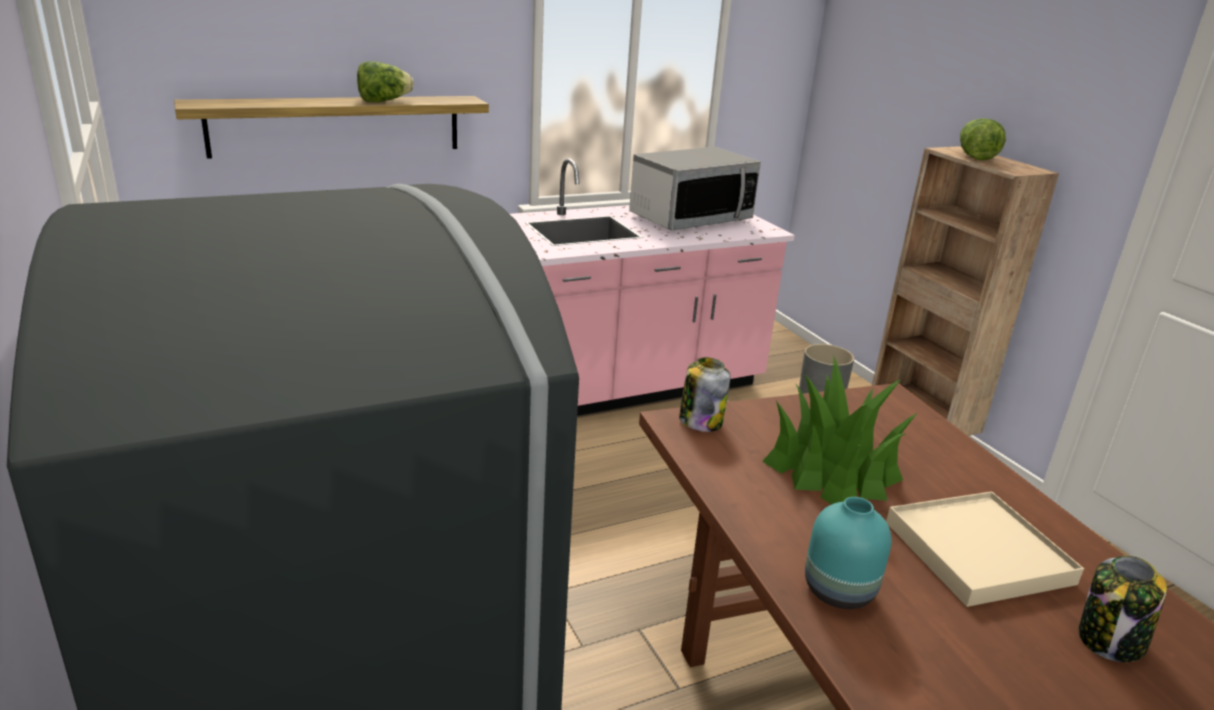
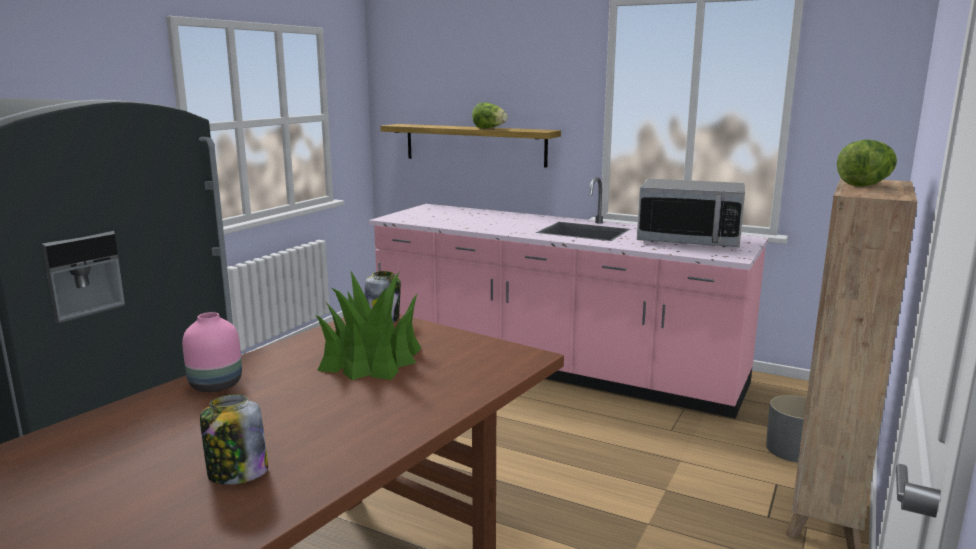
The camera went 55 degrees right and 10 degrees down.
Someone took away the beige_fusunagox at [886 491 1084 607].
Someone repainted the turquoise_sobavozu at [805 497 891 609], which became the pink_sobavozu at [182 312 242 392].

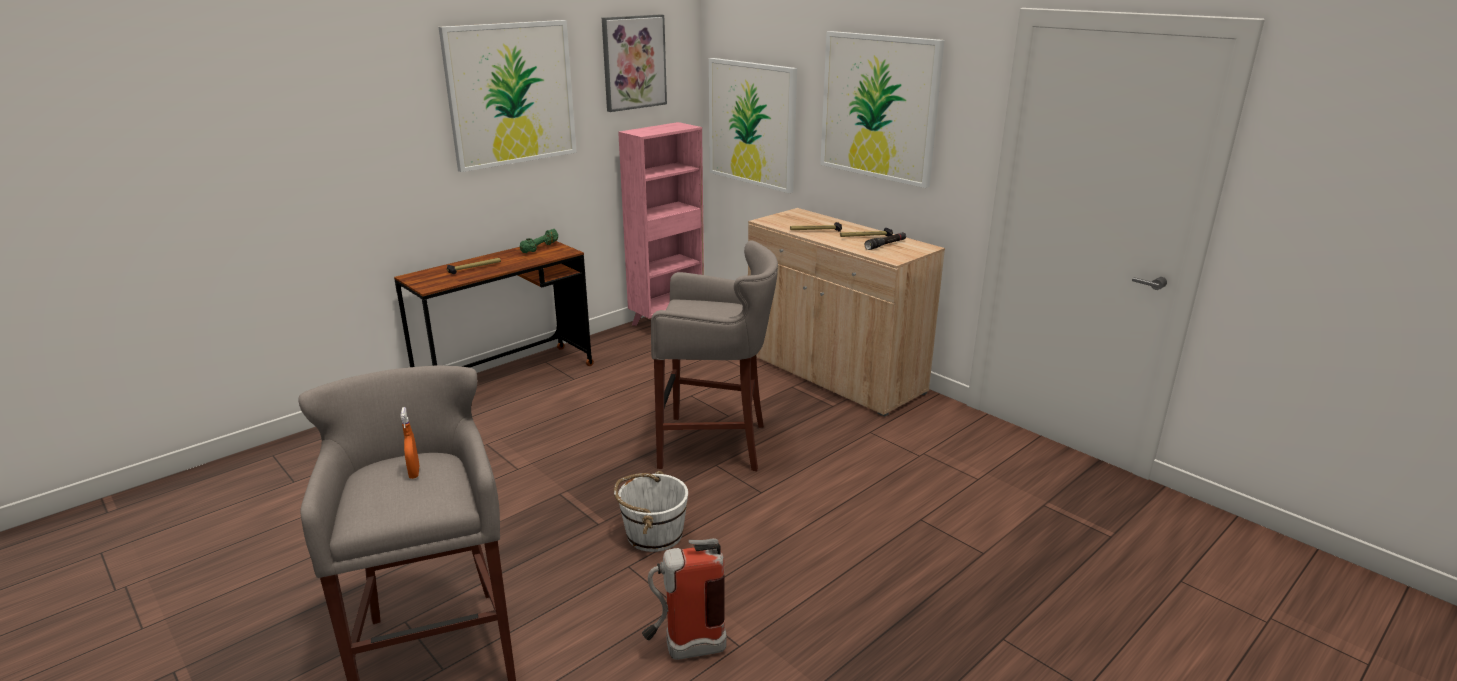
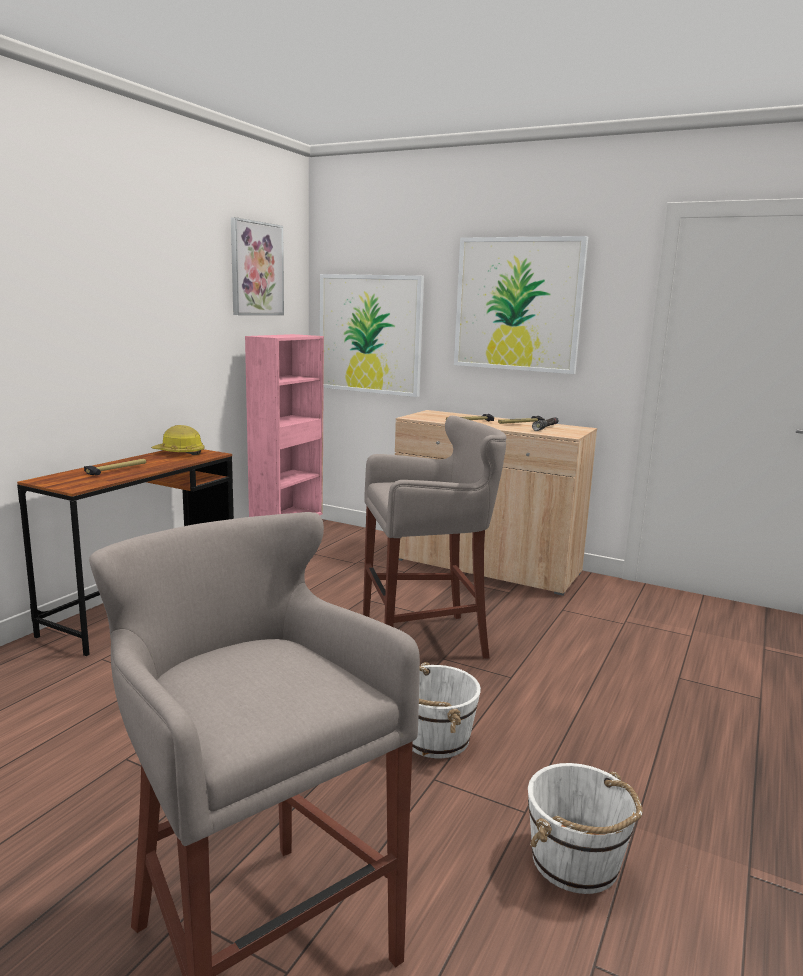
The camera went 20 degrees left and 10 degrees down.
Someone took away the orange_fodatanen at [401 407 420 479].
Someone took away the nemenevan at [439 20 577 172].
Someone swapped the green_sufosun at [520 229 558 253] for the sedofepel at [151 425 204 455].
Someone swapped the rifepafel at [642 538 726 660] for the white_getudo at [528 763 643 894].

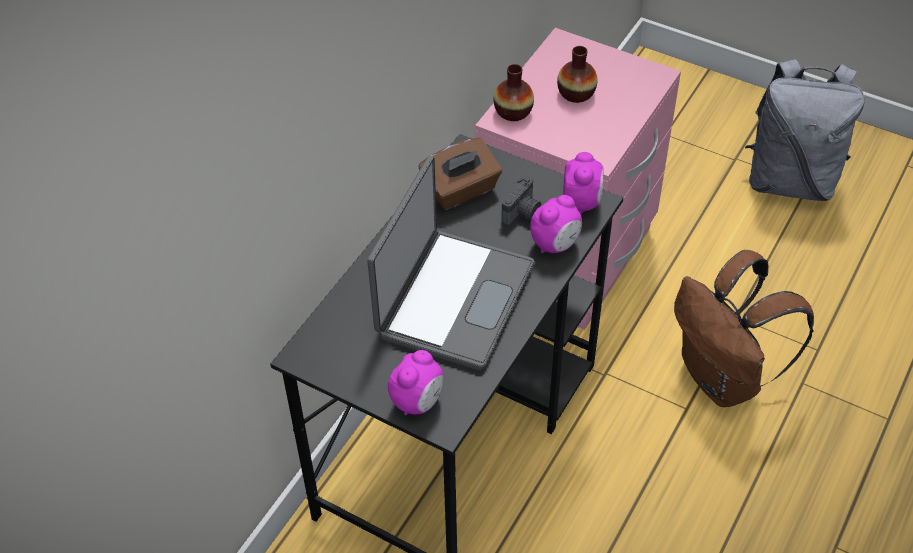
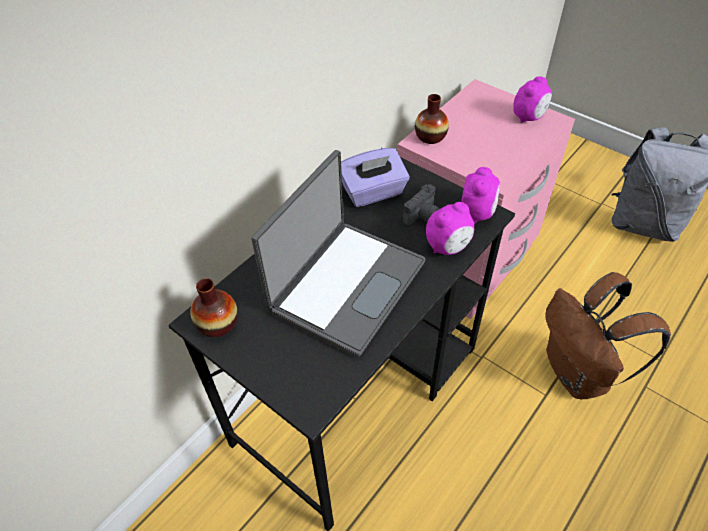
The camera went 10 degrees right and 0 degrees up.
Someone carried the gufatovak from [388 350 444 416] to [513 76 552 123].
Someone carried the sobavozu from [557 46 598 103] to [190 278 238 337].
Someone repainted the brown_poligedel at [419 138 502 210], which became the purple_poligedel at [341 148 410 207].

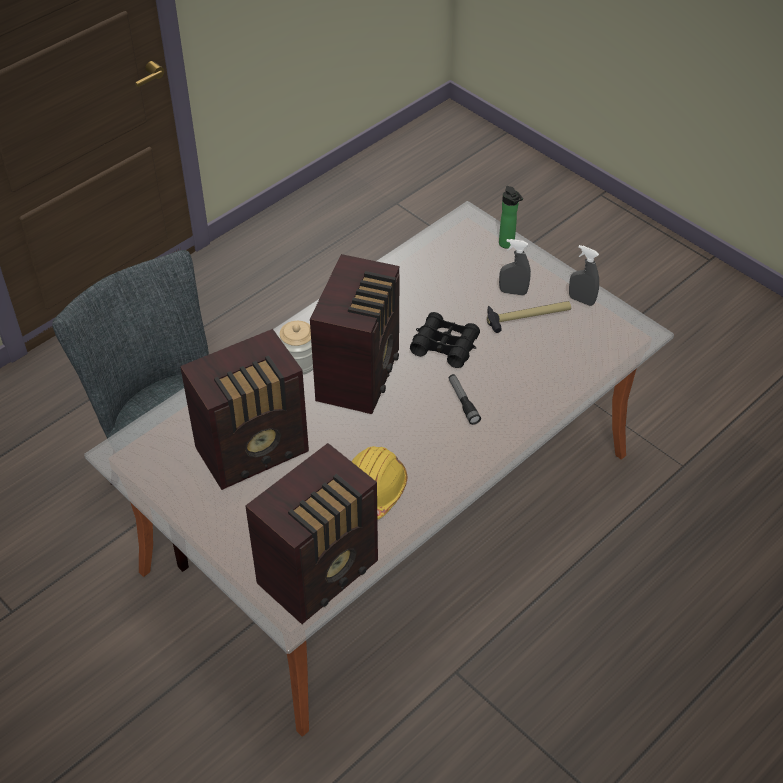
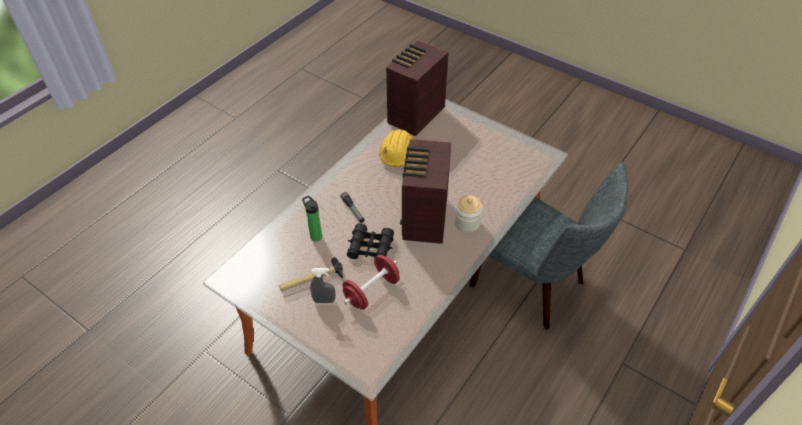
The camera went 170 degrees right and 0 degrees up.
Someone took away the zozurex at [180 329 309 490].
Someone took away the grey_fodatanen at [569 245 599 306].
Someone put down the red_sufosun at [343 255 400 310].
Someone carried the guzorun from [499 186 523 249] to [302 195 322 241].

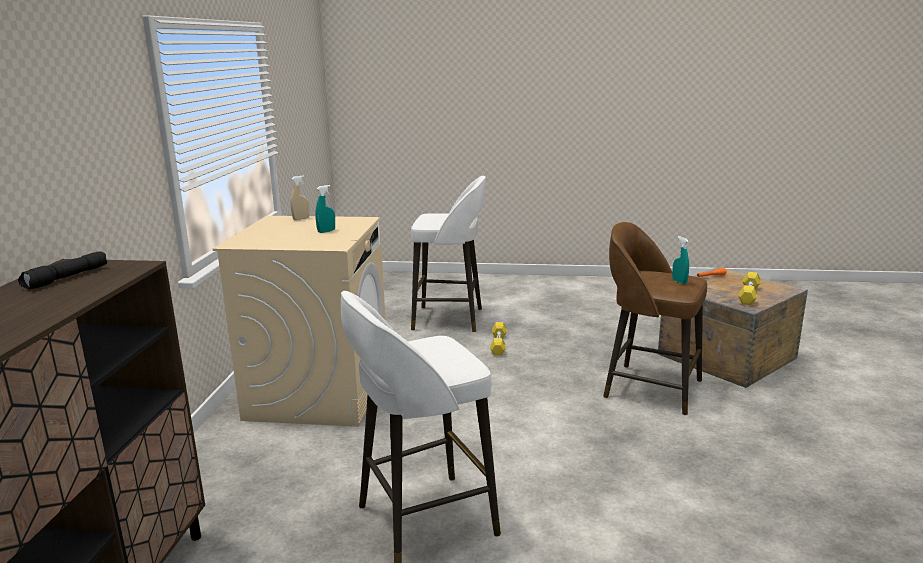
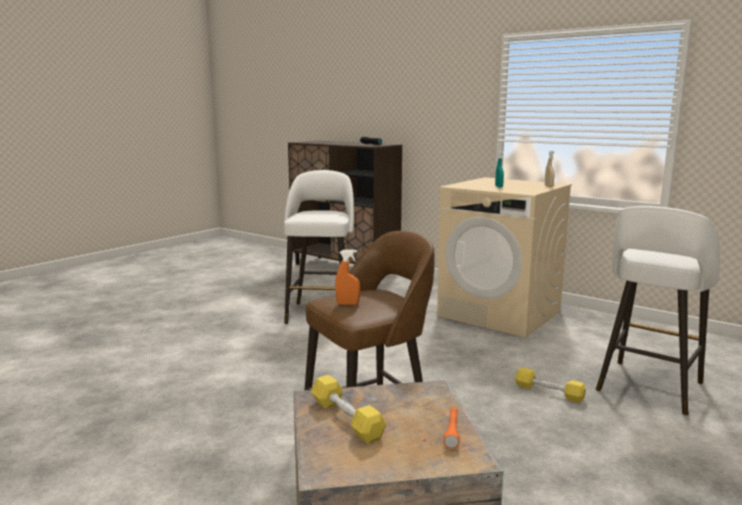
The camera went 120 degrees right and 5 degrees down.
Someone repainted the turquoise_fodatanen at [672 236 689 284], which became the orange_fodatanen at [335 250 360 305].

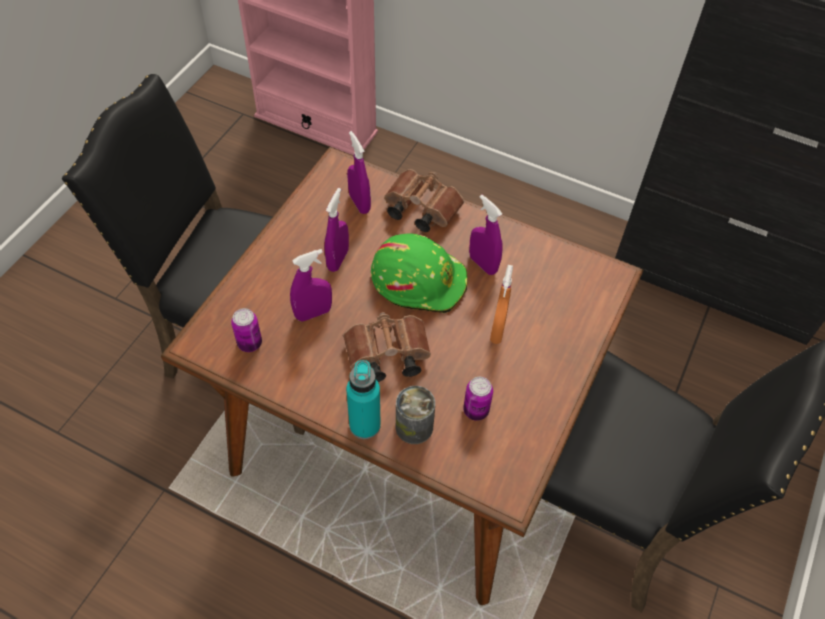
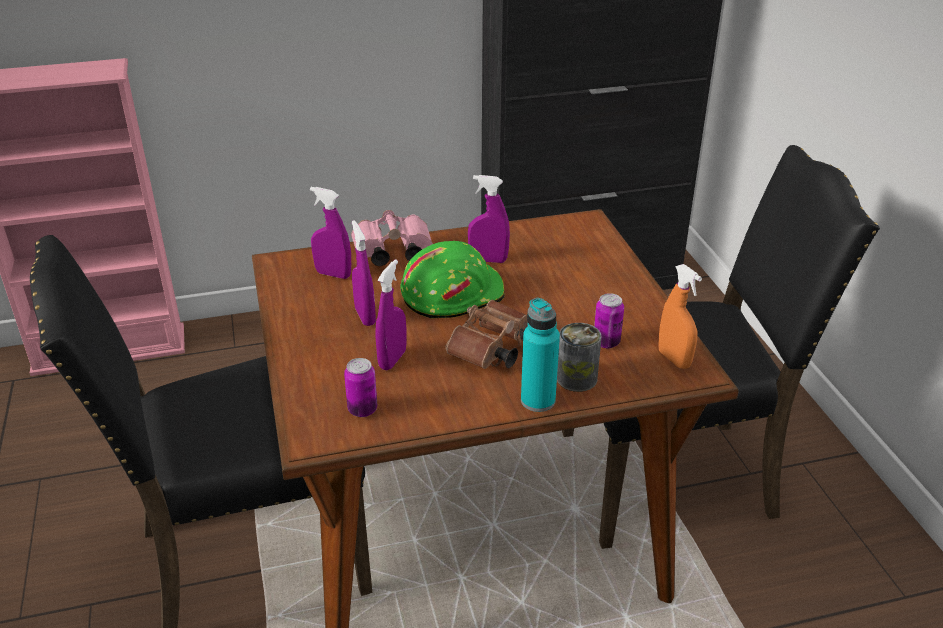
The camera went 40 degrees left and 20 degrees down.
Someone carried the orange_fodatanen from [490 265 513 344] to [658 264 702 369].
Someone repainted the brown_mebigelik at [384 169 464 232], which became the pink_mebigelik at [351 210 433 266].

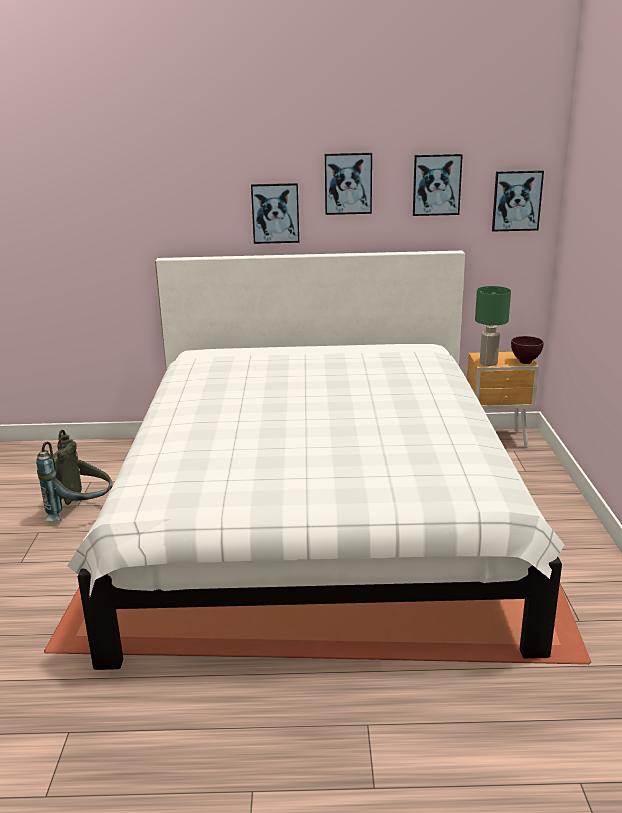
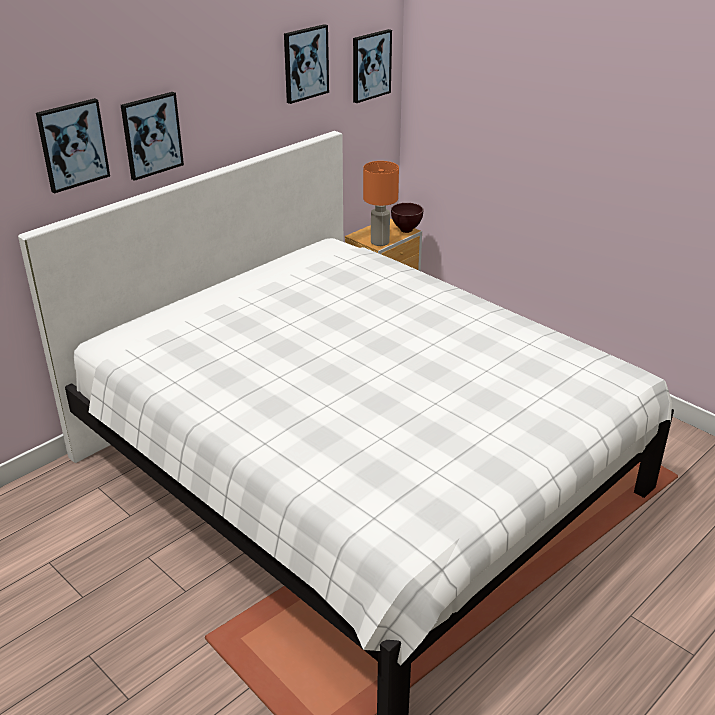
The camera went 45 degrees left and 10 degrees up.
Someone took away the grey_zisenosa at [36 430 112 521].
Someone carried the nemenevan from [325 153 372 215] to [36 98 110 193].
Someone repainted the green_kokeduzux at [475 286 511 366], which became the orange_kokeduzux at [363 161 399 246].

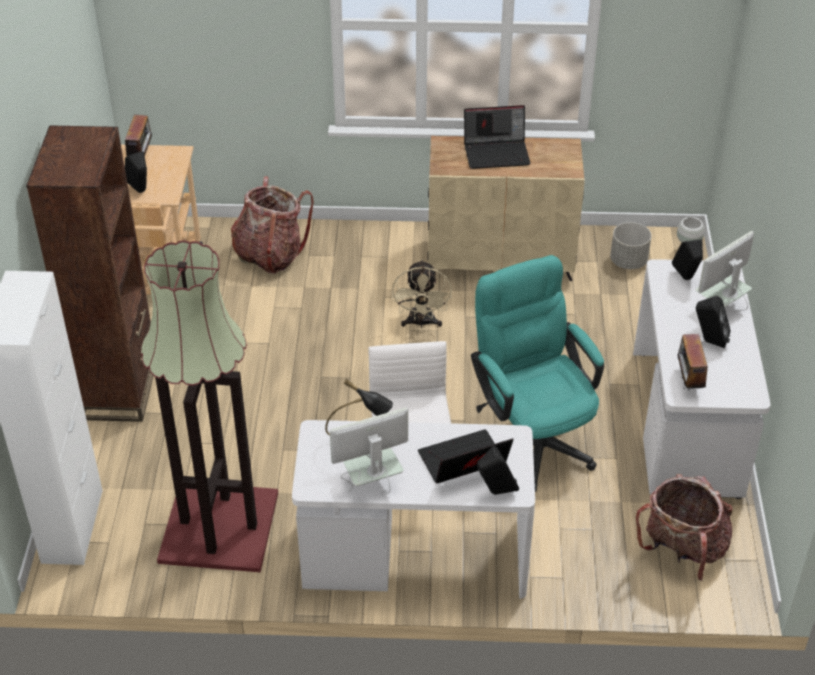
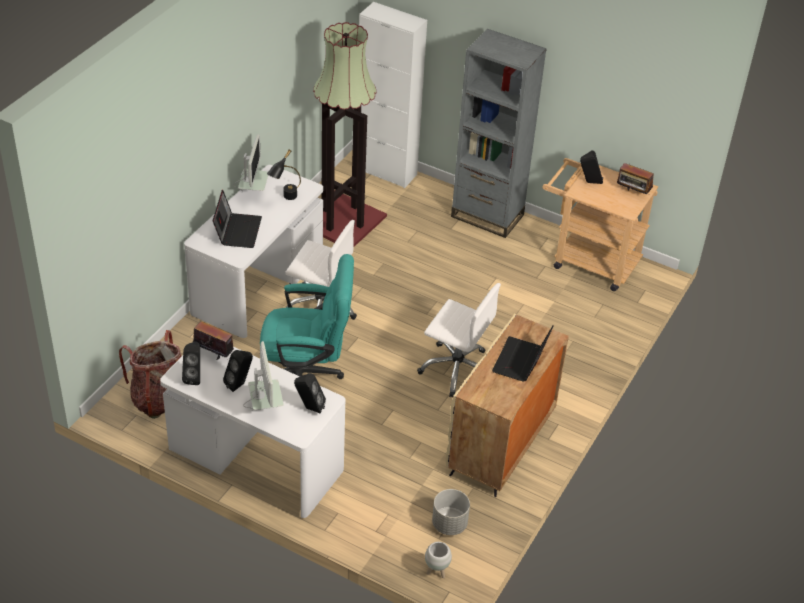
The camera went 115 degrees right and 0 degrees up.
Someone took away the zisenosa at [231 176 314 274].
Someone carried the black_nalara from [477 446 519 495] to [182 341 200 385].
Someone swapped the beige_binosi at [392 259 452 329] for the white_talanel at [417 283 501 397].
Someone repainted the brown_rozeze at [26 125 153 422], which became the grey_rozeze at [451 29 547 238].

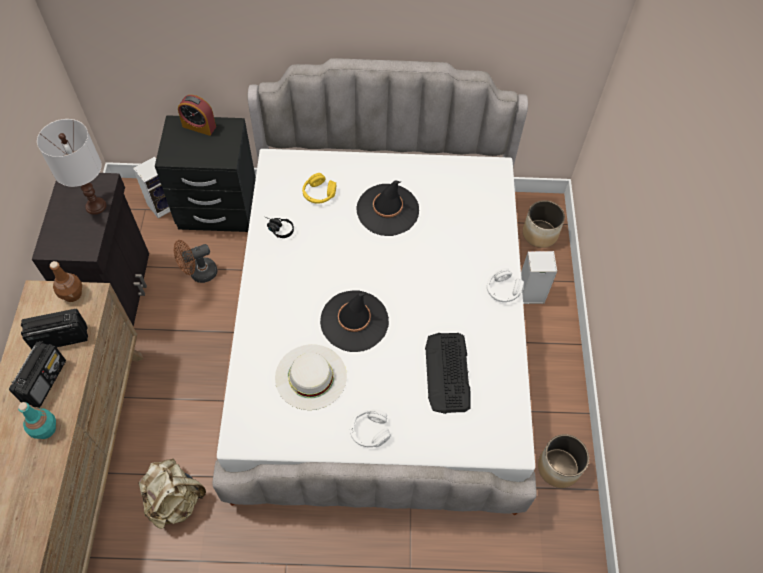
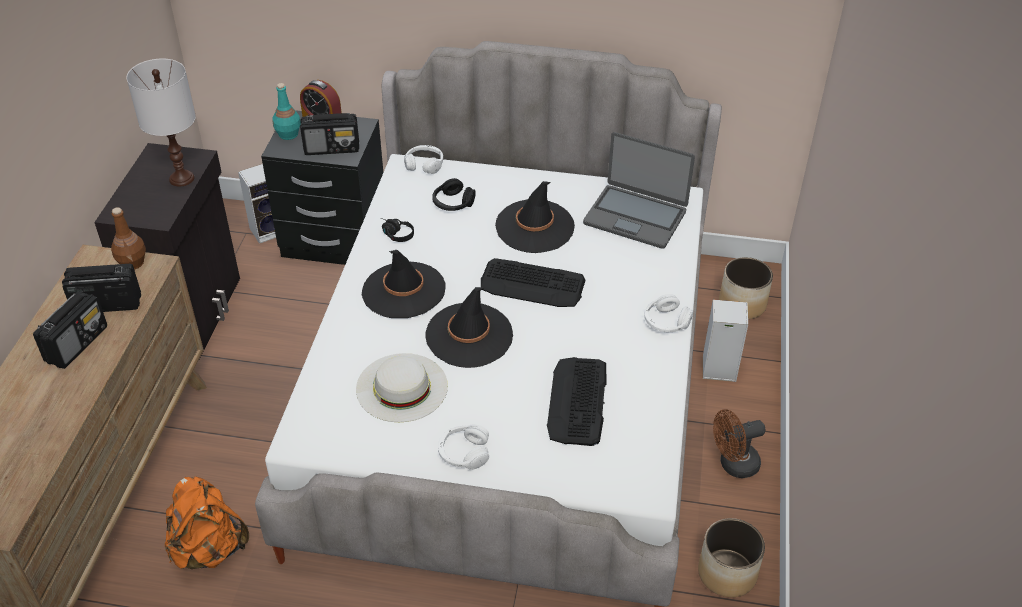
The camera went 10 degrees right and 15 degrees down.
Someone put down the zozurex at [300 113 359 155].
Someone put down the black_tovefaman at [362 250 446 318].
Someone put down the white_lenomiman at [404 145 443 174].
Someone put down the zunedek at [481 258 585 307].
Someone put down the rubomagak at [583 132 695 249].
Someone carried the turquoise_guzorun from [18 402 56 439] to [272 83 301 140].
Someone carried the brown_binosi from [174 240 217 283] to [713 409 765 478].
Someone repainted the beige_zisenosa at [139 459 206 529], which became the orange_zisenosa at [165 477 249 569].
Someone repainted the yellow_lenomiman at [302 173 336 204], which became the black_lenomiman at [432 178 476 211].

